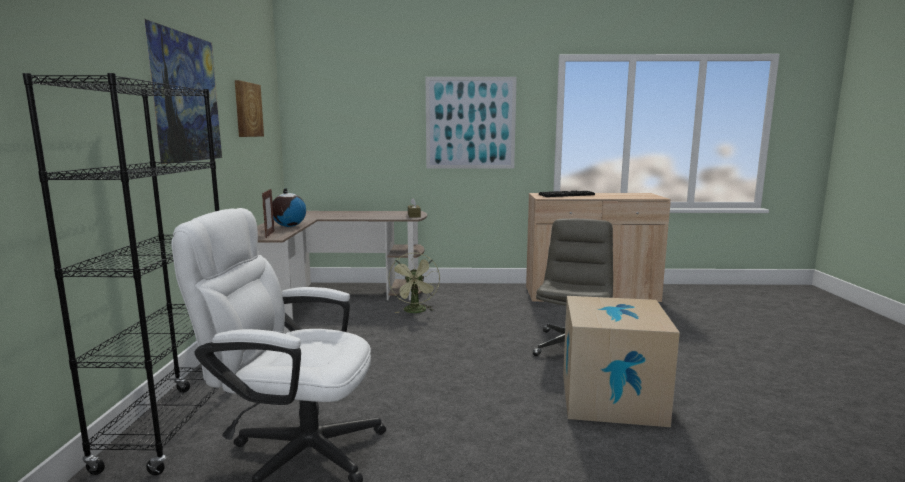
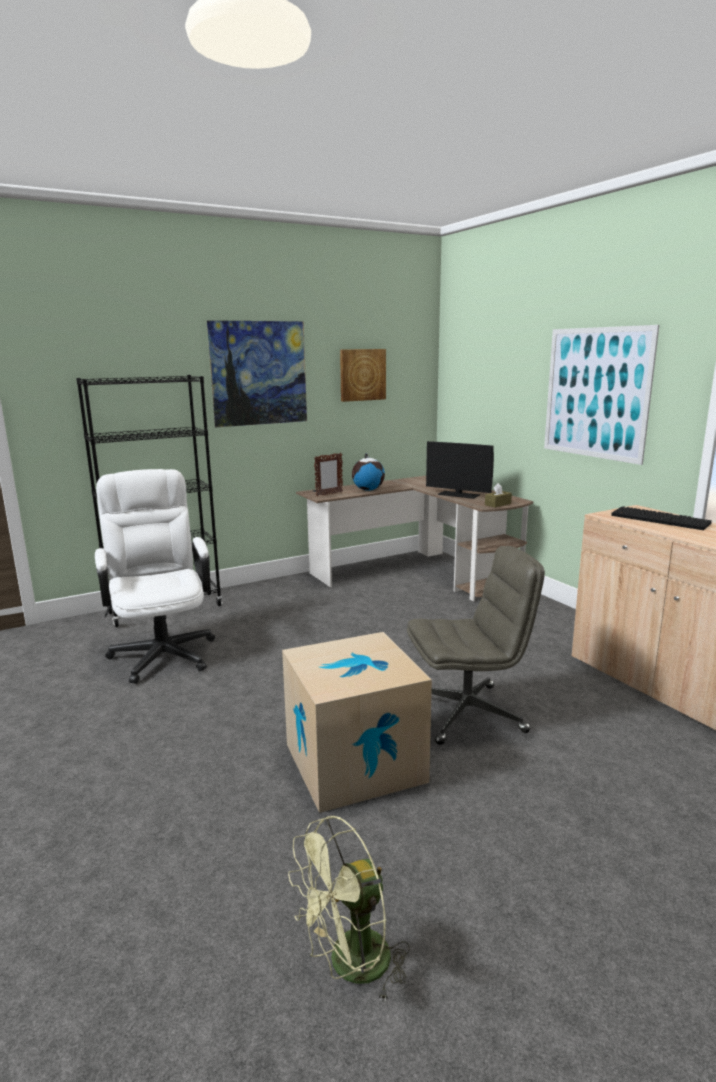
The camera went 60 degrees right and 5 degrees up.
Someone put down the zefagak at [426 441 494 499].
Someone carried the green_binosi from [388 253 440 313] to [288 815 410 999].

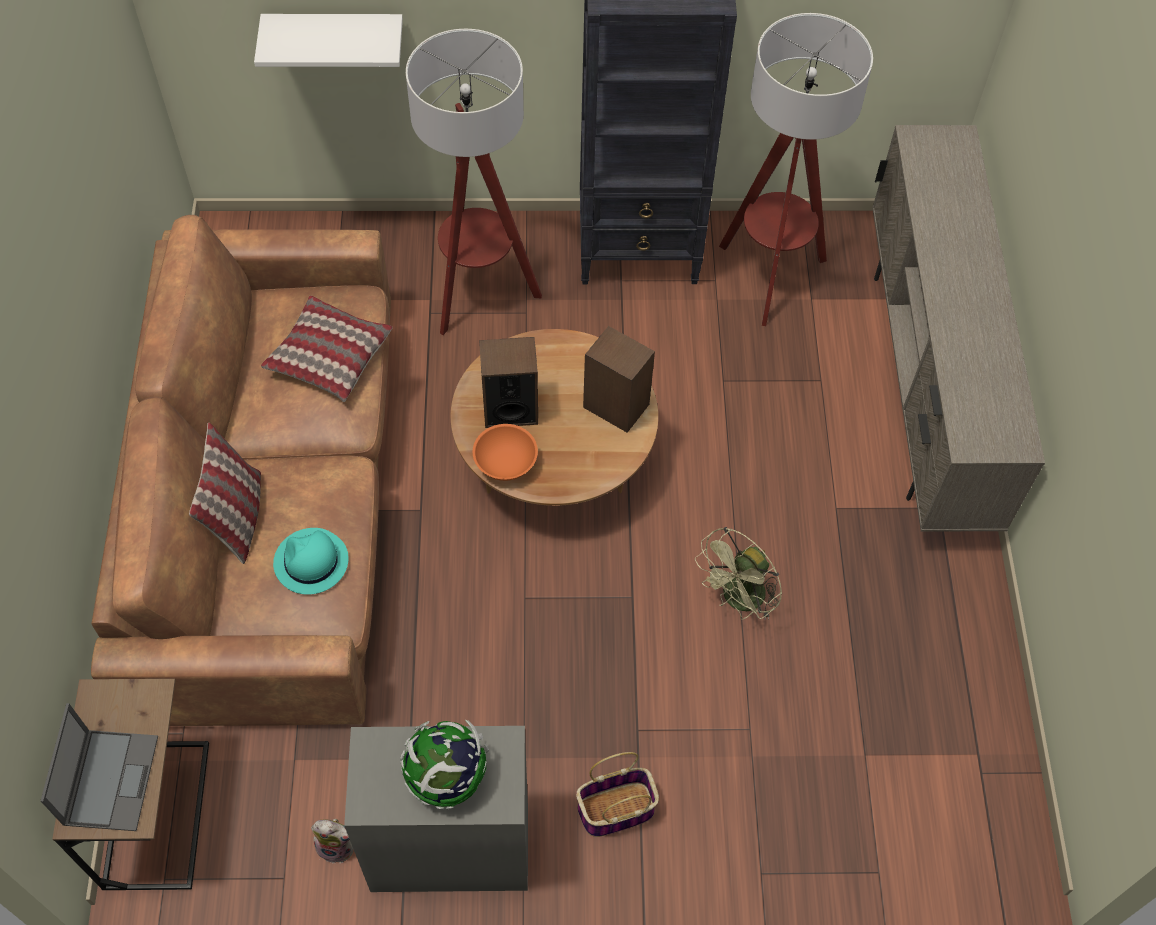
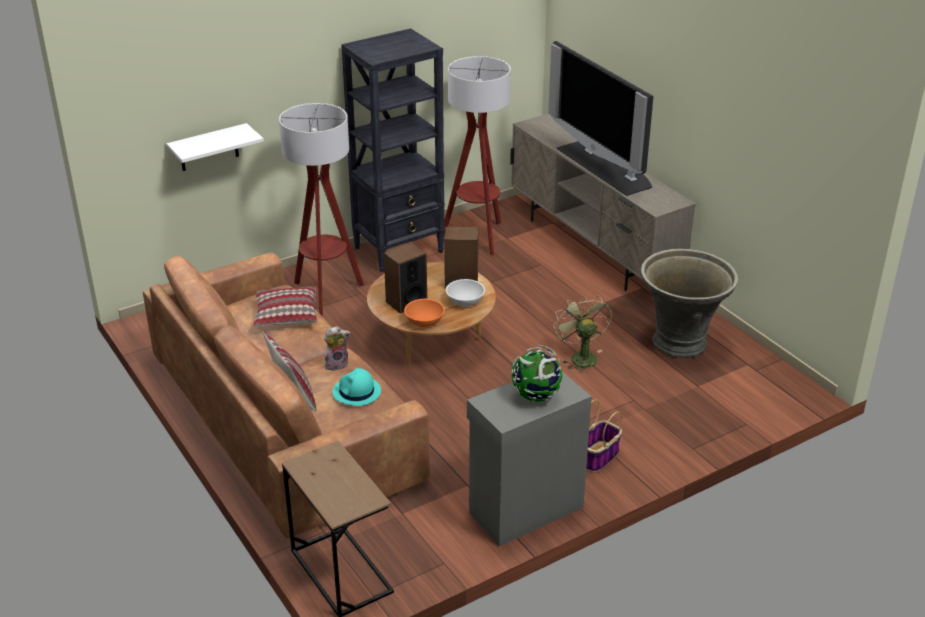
The camera went 30 degrees left and 25 degrees down.
Someone took away the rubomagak at [41 703 158 831].
Someone put down the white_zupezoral at [446 279 485 307].
Someone put down the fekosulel at [548 41 653 196].
Someone put down the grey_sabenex at [641 249 738 358].
Someone carried the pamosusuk from [311 819 353 864] to [324 326 351 370].
Someone rotated the green_binosi at [695 527 782 620] by 150 degrees clockwise.

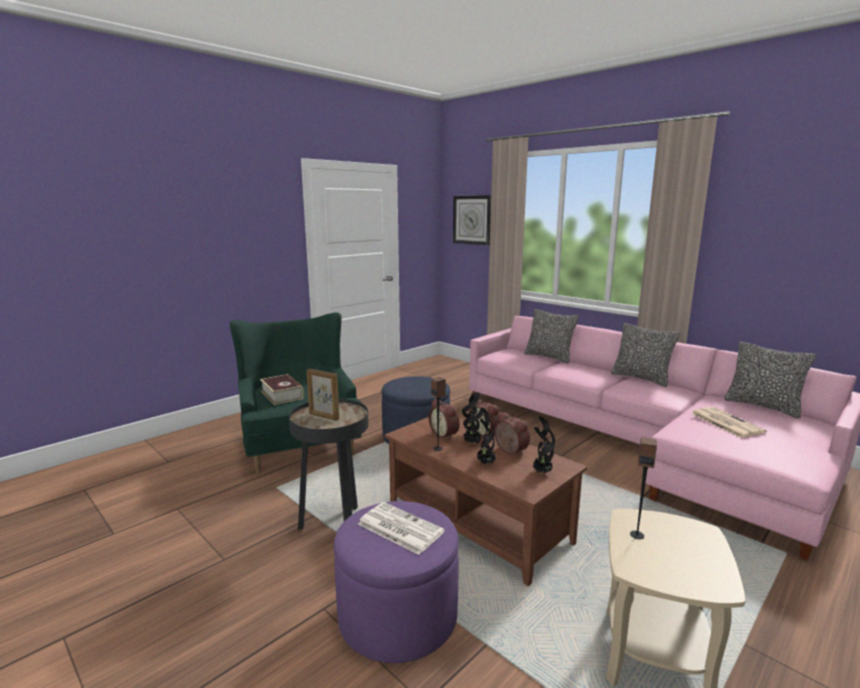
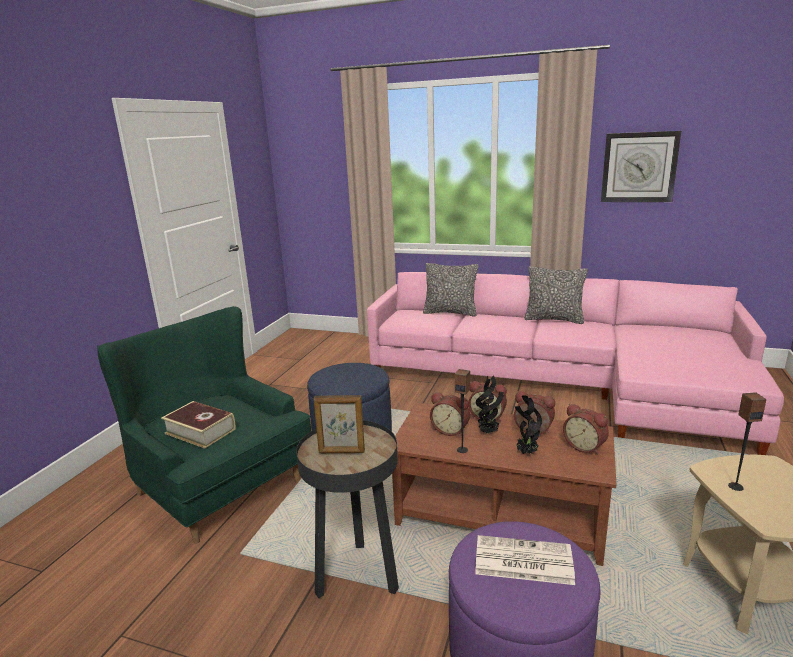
The camera went 25 degrees left and 5 degrees up.
Someone took away the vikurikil at [690 407 767 438].
Someone took away the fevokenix at [724 341 816 418].
Someone carried the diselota from [453 195 491 246] to [601 131 681 202].
Someone swapped the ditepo at [533 416 555 473] for the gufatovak at [563 404 609 455].

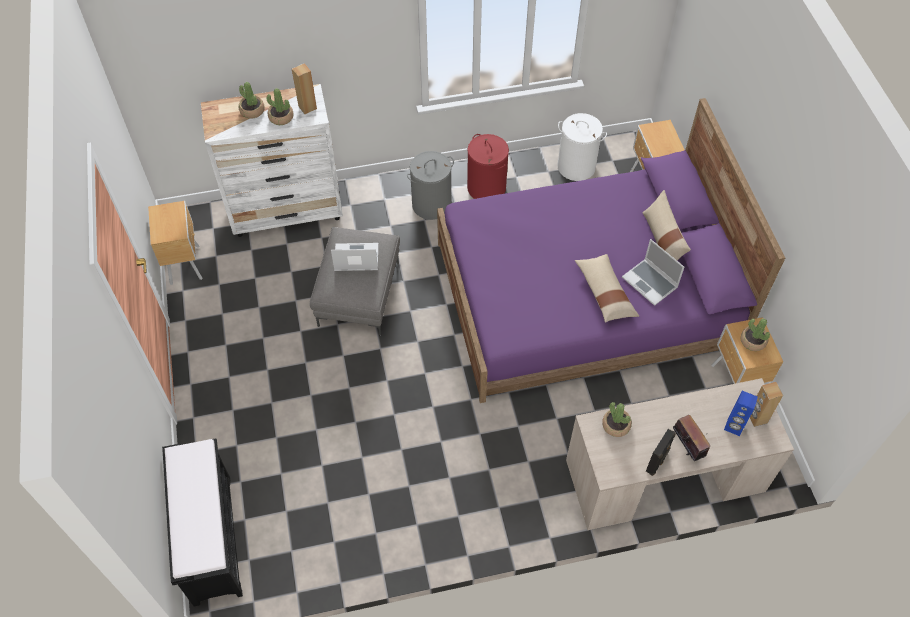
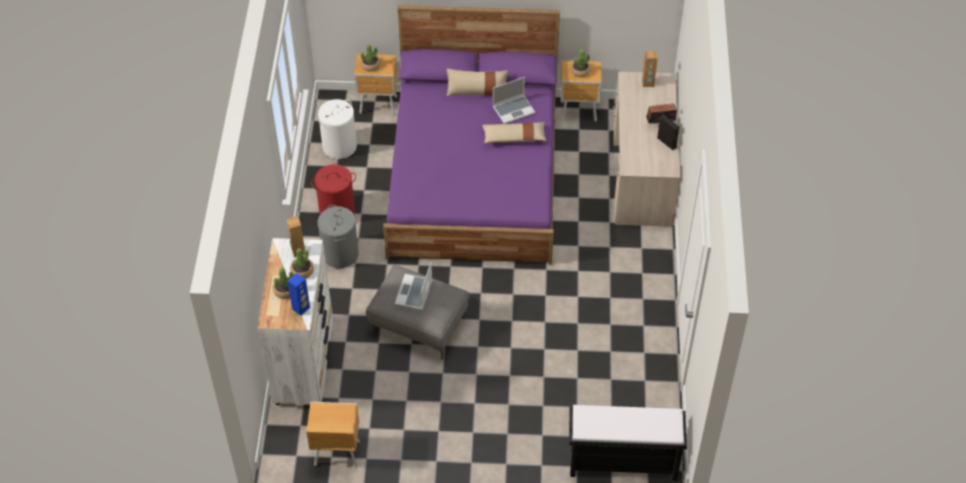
The camera went 75 degrees left and 5 degrees down.
Someone carried the ditepo from [602 402 632 437] to [361 44 380 72].
Someone carried the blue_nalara from [724 391 758 436] to [288 273 310 316].

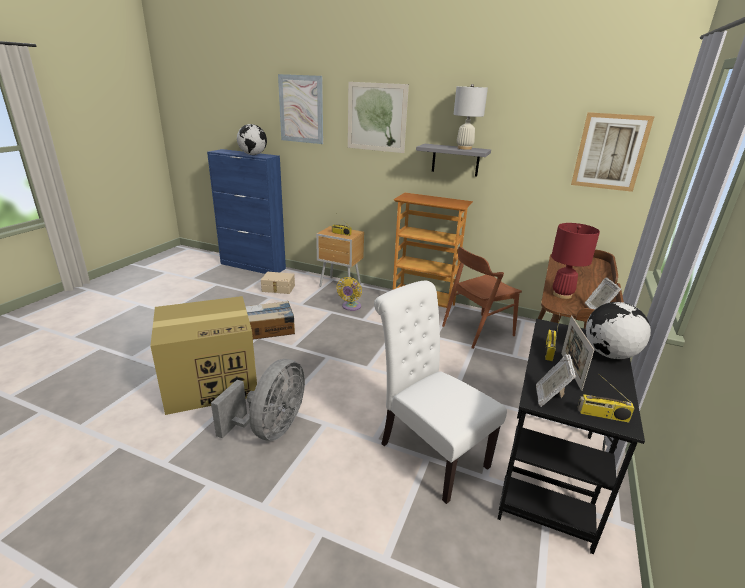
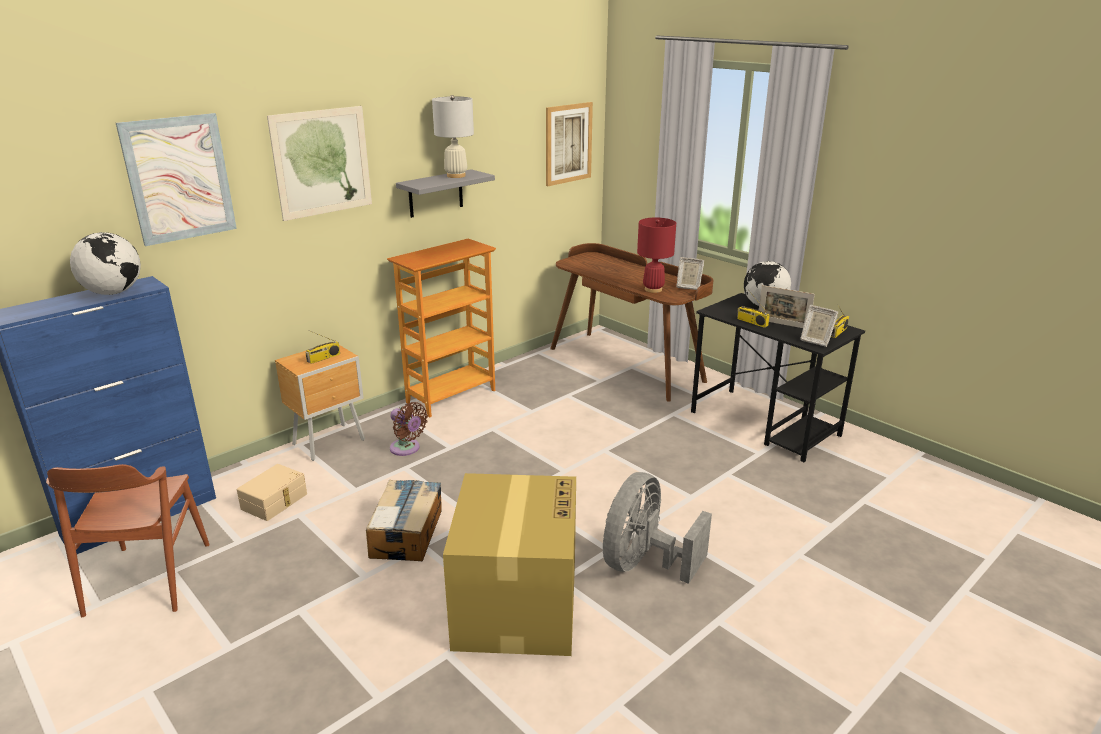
The camera went 65 degrees left and 0 degrees up.
Someone took away the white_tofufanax at [374 281 507 504].
Someone carried the brown_tofufanax from [442 247 522 349] to [46 464 210 617].
Someone repainted the yellow_binosi at [336 277 362 311], which became the brown_binosi at [390 402 428 456].
Someone rotated the grey_binosi at [211 359 305 441] by 105 degrees counterclockwise.

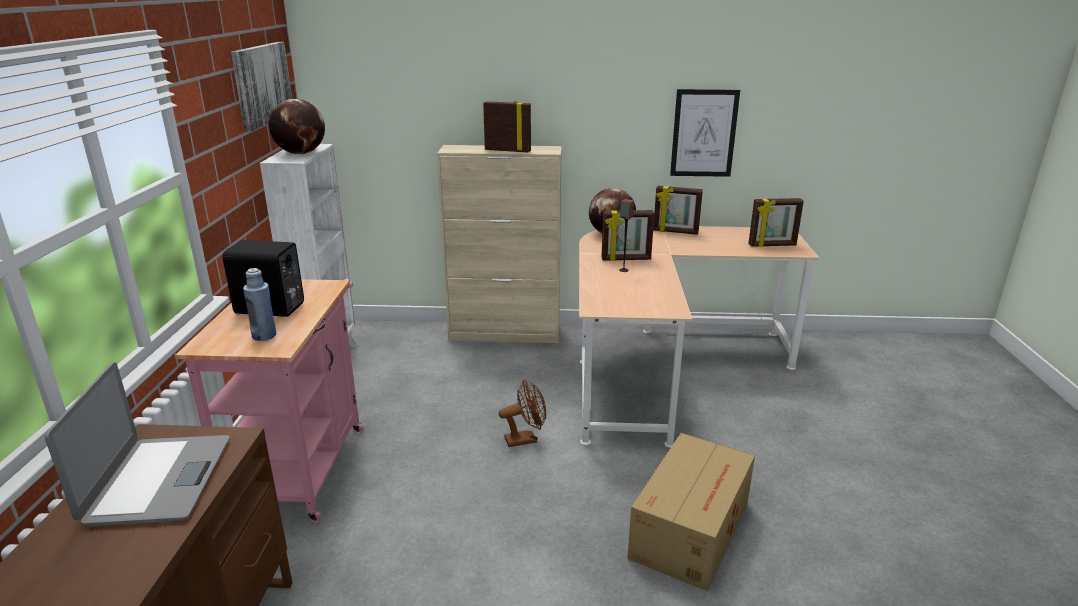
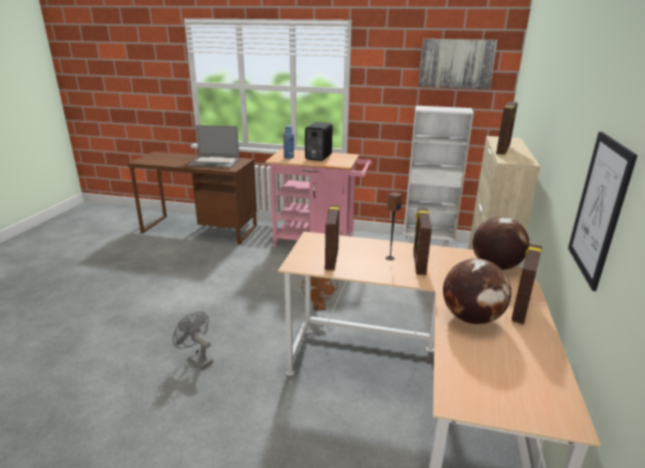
The camera went 100 degrees right and 0 degrees up.
Someone carried the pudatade from [269 99 325 154] to [443 259 511 324].
Someone carried the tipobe from [748 198 804 247] to [325 205 340 270].
Someone swapped the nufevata at [628 433 755 591] for the grey_binosi at [173 312 213 369].

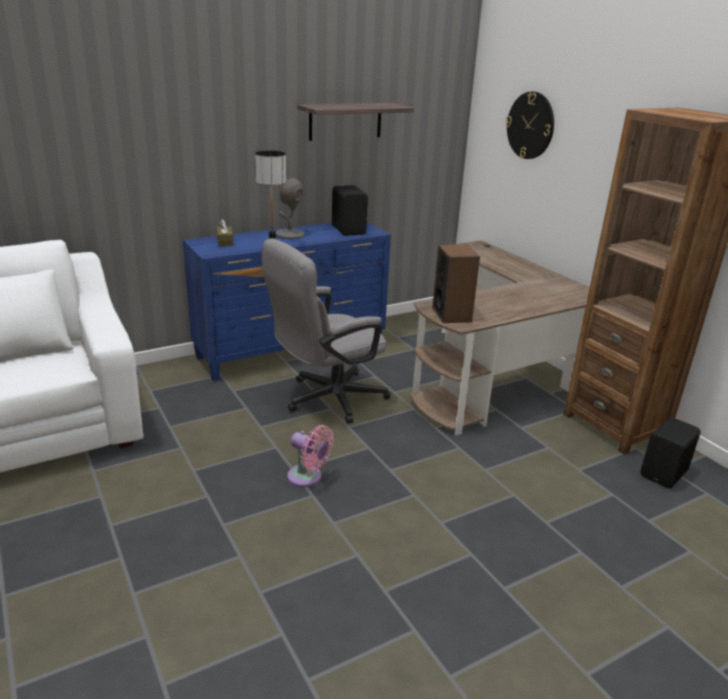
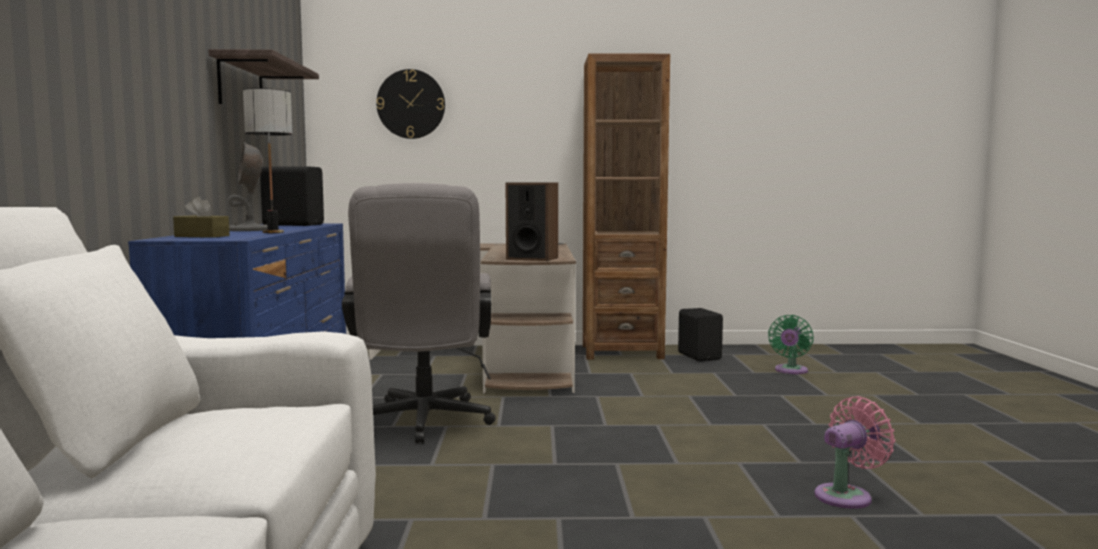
The camera went 60 degrees left and 20 degrees down.
Someone put down the green_binosi at [768 315 813 374].
Someone carried the pink_binosi from [287 425 334 487] to [815 396 895 509].

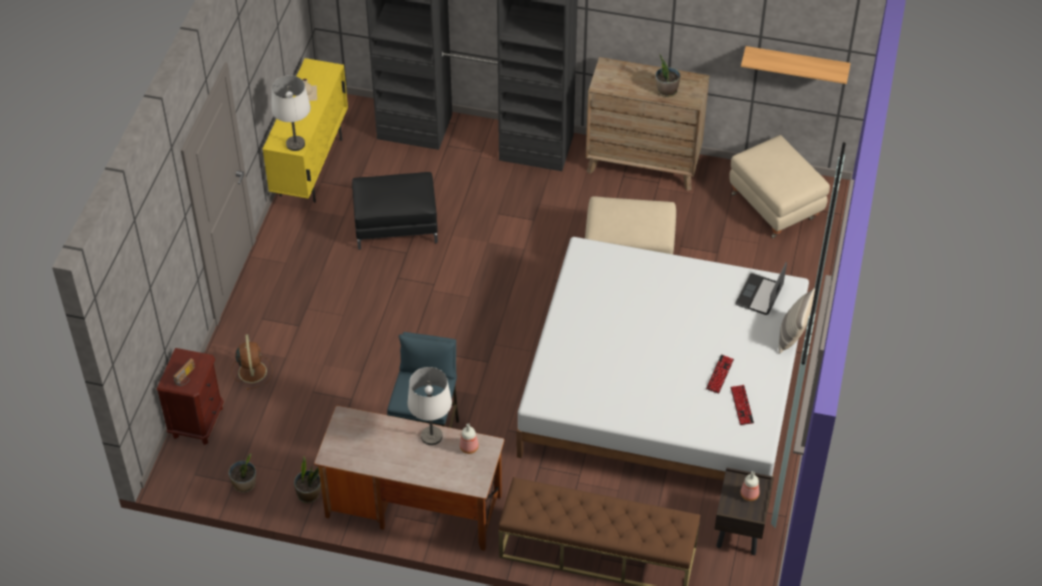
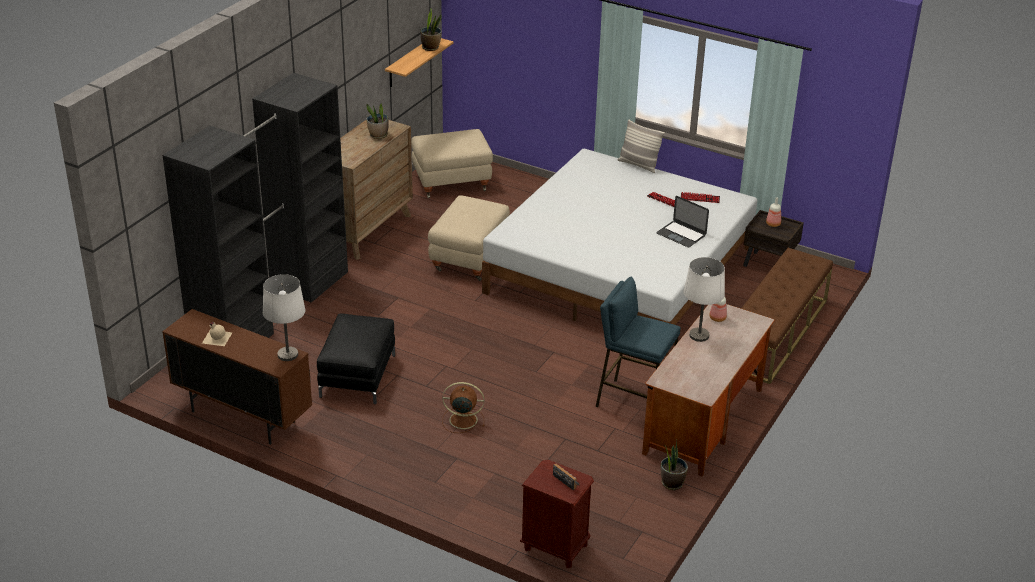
The camera went 75 degrees left and 15 degrees down.
Someone carried the ditepo from [228 453 256 493] to [421 9 442 51].
Someone carried the brown_binosi from [231 334 273 390] to [442 382 484 433].
Someone carried the rubomagak from [735 262 787 315] to [656 196 709 247].
Someone repainted the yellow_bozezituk at [262 58 348 203], which became the brown_bozezituk at [162 309 312 445].

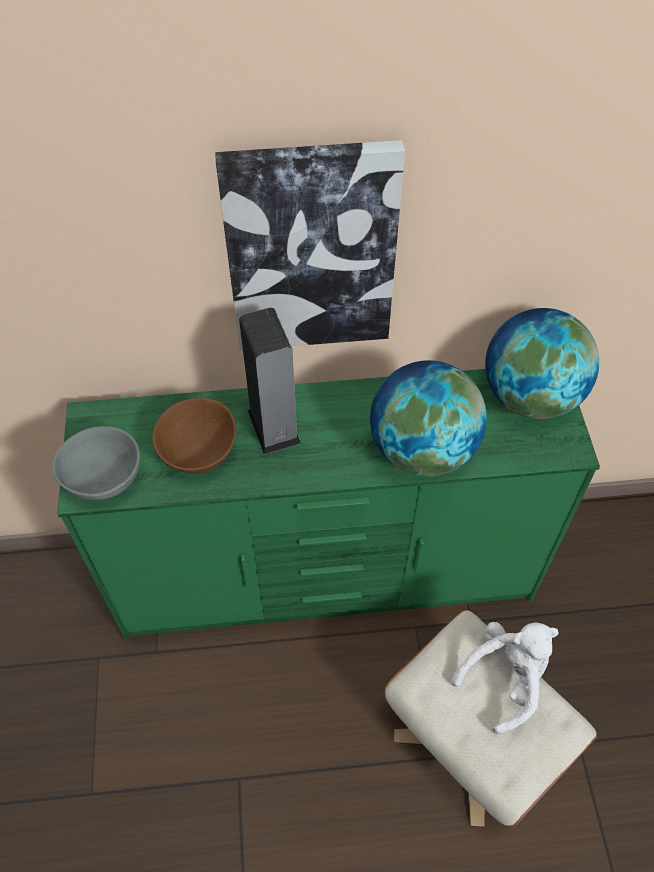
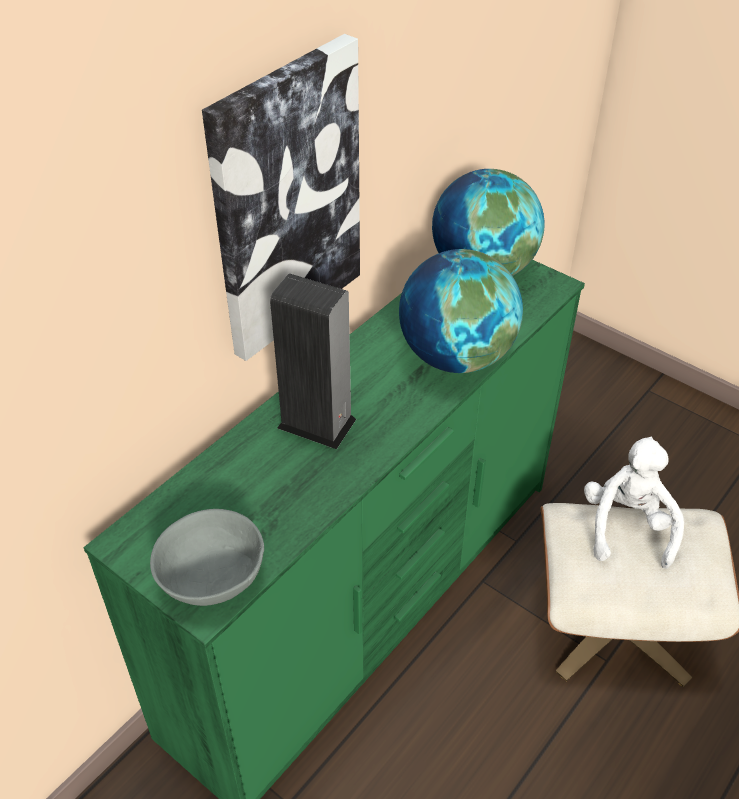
The camera went 45 degrees left and 10 degrees down.
Someone took away the brown_zupezoral at [152 397 237 473].

